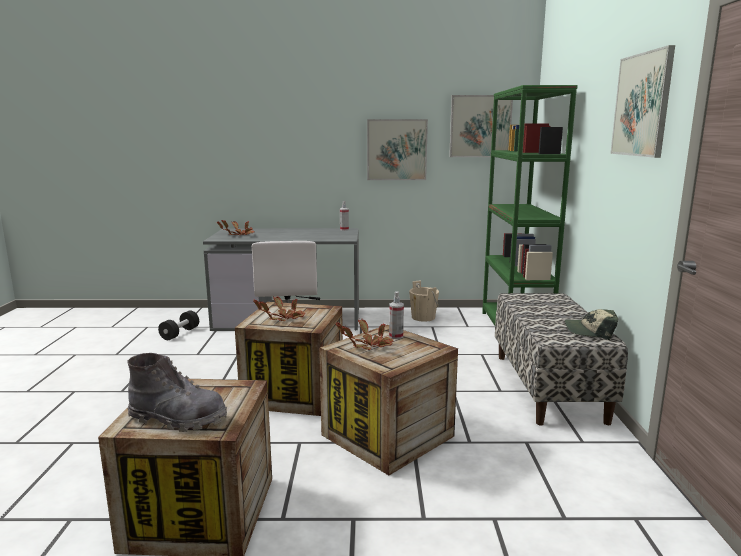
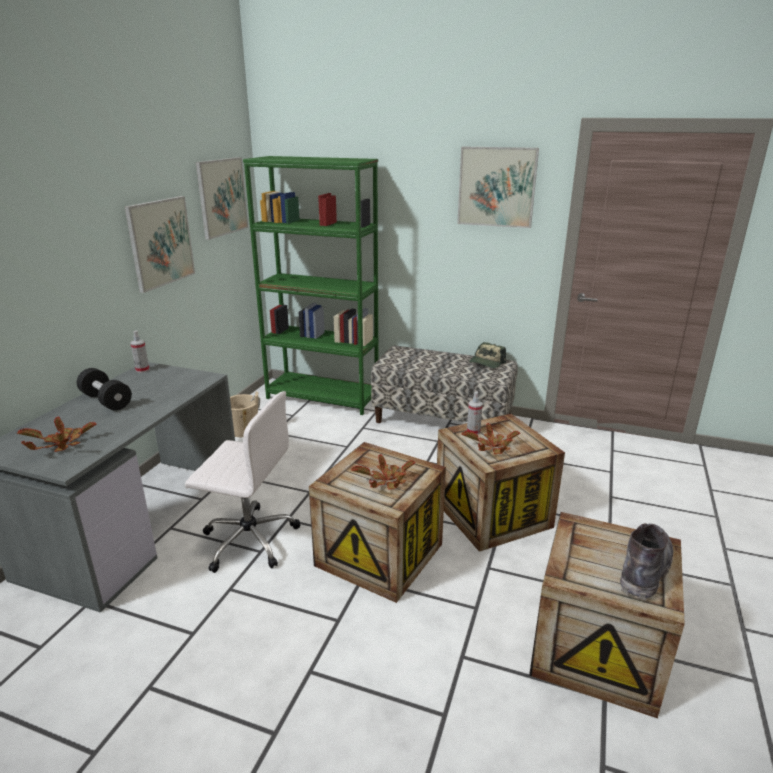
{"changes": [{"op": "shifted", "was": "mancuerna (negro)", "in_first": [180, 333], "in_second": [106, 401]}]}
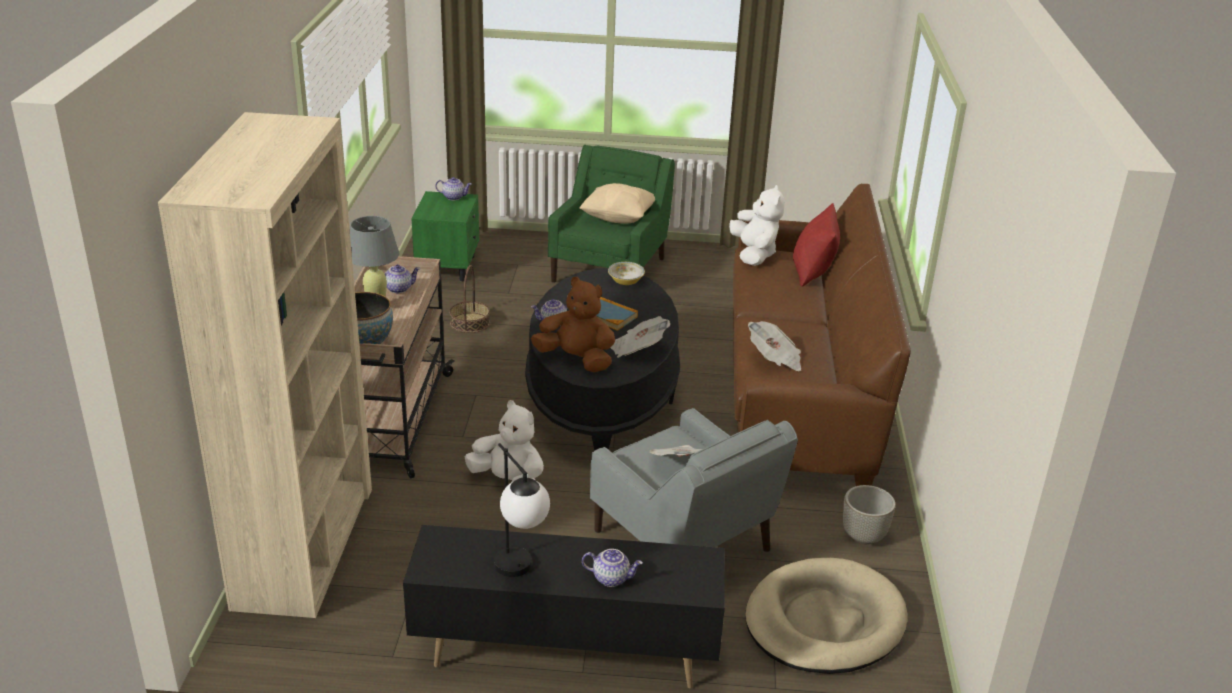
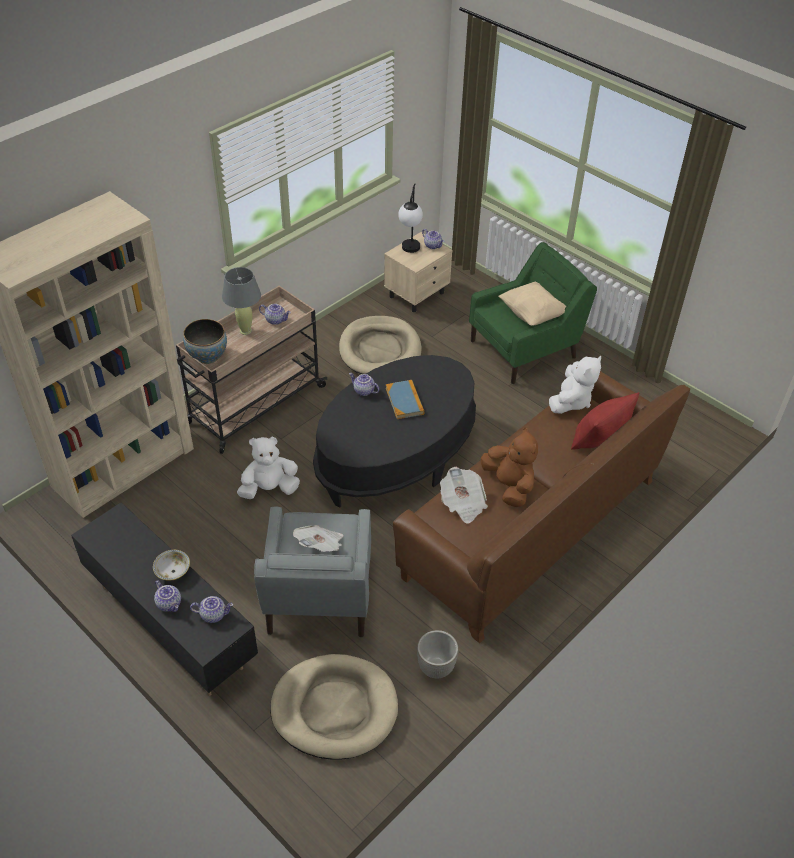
{"changes": [{"op": "repainted", "was": "mesita de noche (verde)", "now": "mesita de noche (beis)", "in_first": [448, 266], "in_second": [417, 294]}, {"op": "shifted", "was": "cuenco", "in_first": [625, 281], "in_second": [173, 572]}, {"op": "swapped", "was": "cesta", "now": "cama para perro (beis)", "in_first": [470, 323], "in_second": [380, 350]}, {"op": "shifted", "was": "peluche (marrón)", "in_first": [576, 360], "in_second": [509, 486]}, {"op": "gone", "was": "periódico", "in_first": [637, 350]}, {"op": "rotated", "was": "peluche (blanco)", "in_first": [509, 483], "in_second": [269, 489], "clockwise": -90}, {"op": "shifted", "was": "lámpara de mesa", "in_first": [520, 573], "in_second": [410, 251]}, {"op": "new", "now": "tetera", "in_second": [213, 614]}]}
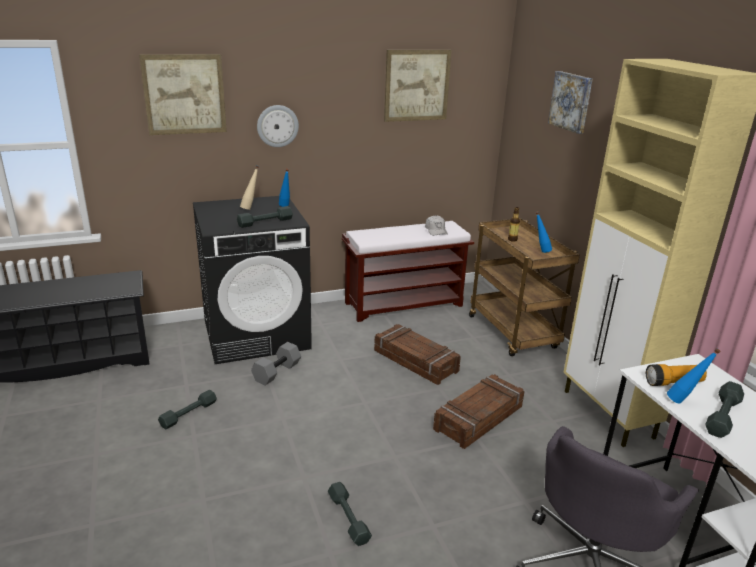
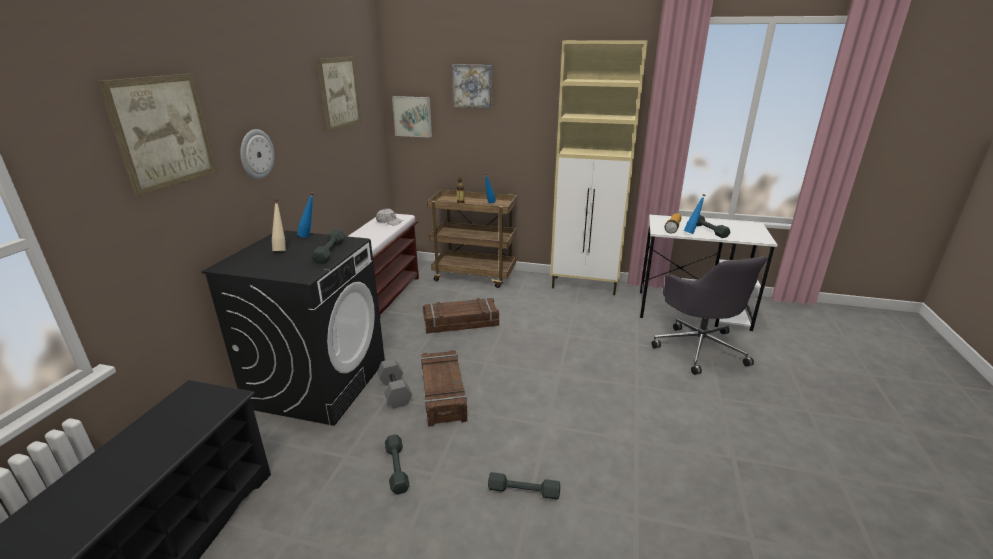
{"changes": [{"op": "shifted", "was": "caja de embalaje", "in_first": [478, 418], "in_second": [442, 393]}, {"op": "shifted", "was": "mancuerna (gris)", "in_first": [348, 518], "in_second": [523, 491]}, {"op": "new", "now": "cuadro", "in_second": [413, 116]}]}
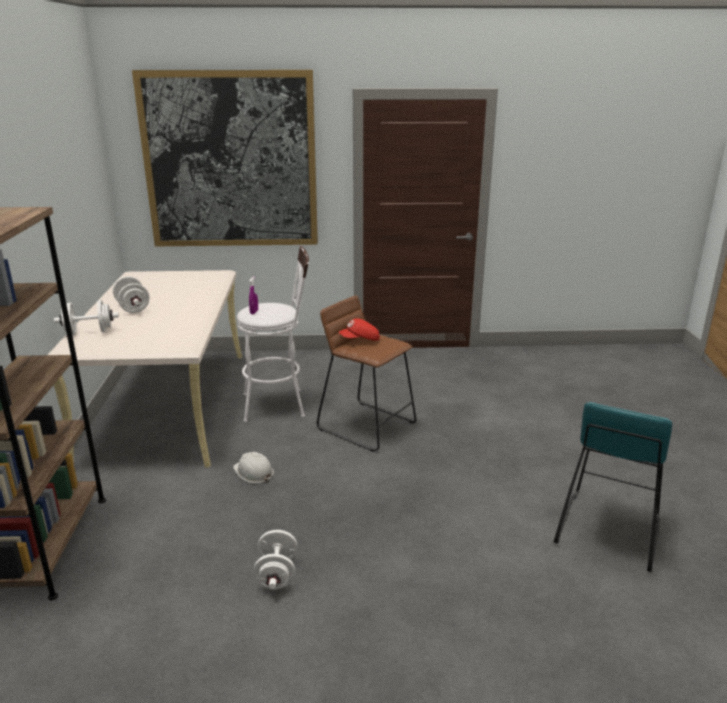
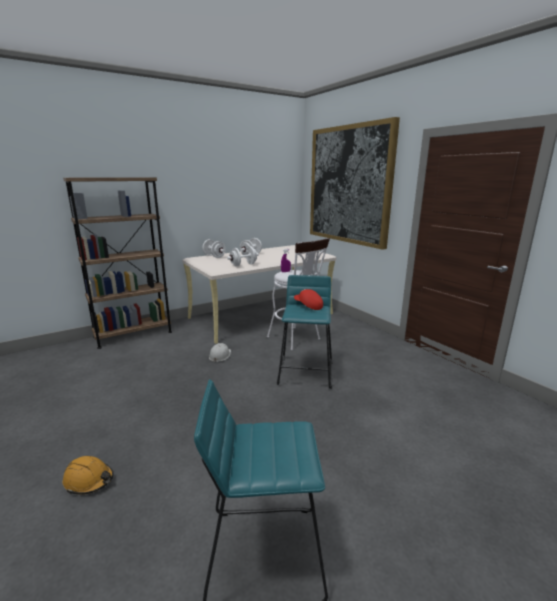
{"changes": [{"op": "repainted", "was": "taburete (marrón)", "now": "taburete (turquesa)", "in_first": [367, 425], "in_second": [306, 372]}, {"op": "shifted", "was": "mancuerna (blanco)", "in_first": [277, 574], "in_second": [243, 265]}, {"op": "new", "now": "casco (naranja)", "in_second": [89, 480]}]}
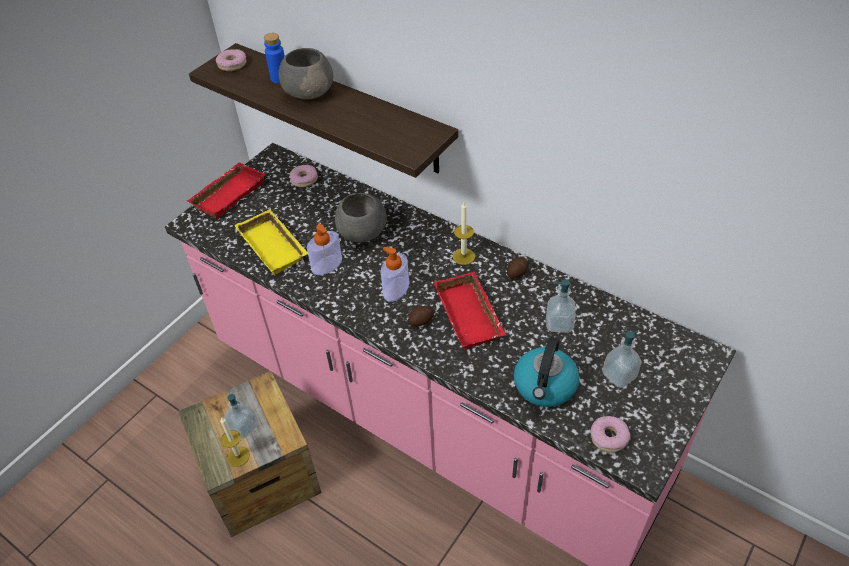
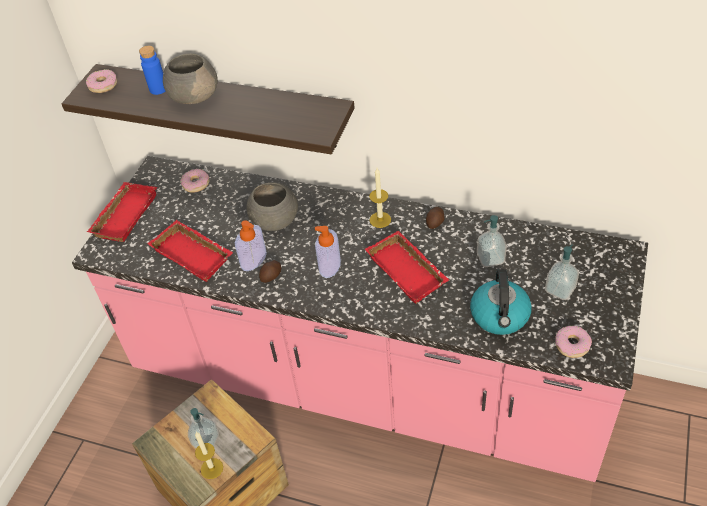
{"changes": [{"op": "repainted", "was": "bandeja (amarillo)", "now": "bandeja (rojo)", "in_first": [275, 246], "in_second": [194, 254]}, {"op": "shifted", "was": "patata", "in_first": [422, 321], "in_second": [272, 276]}]}
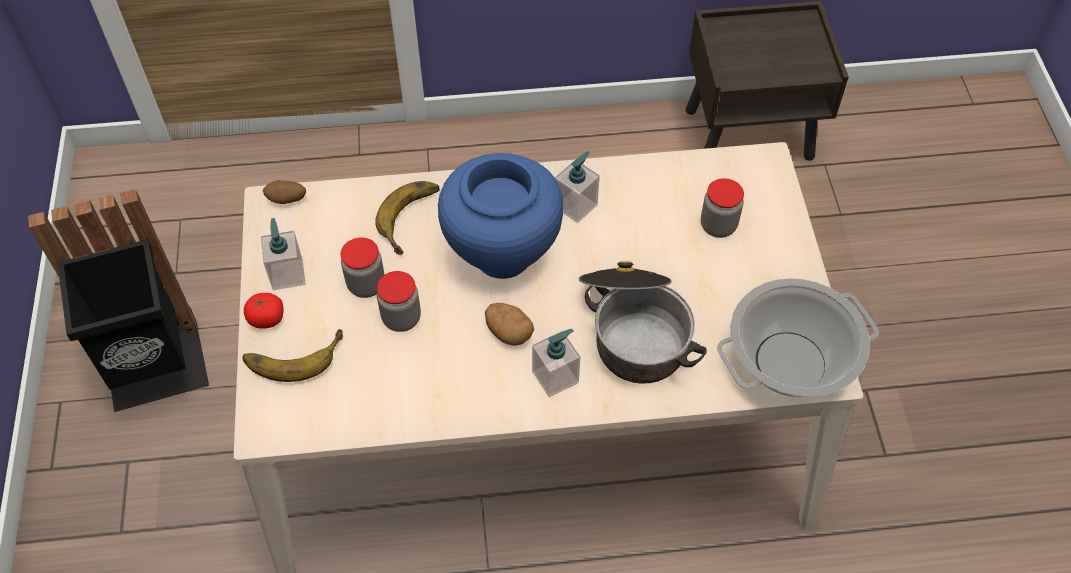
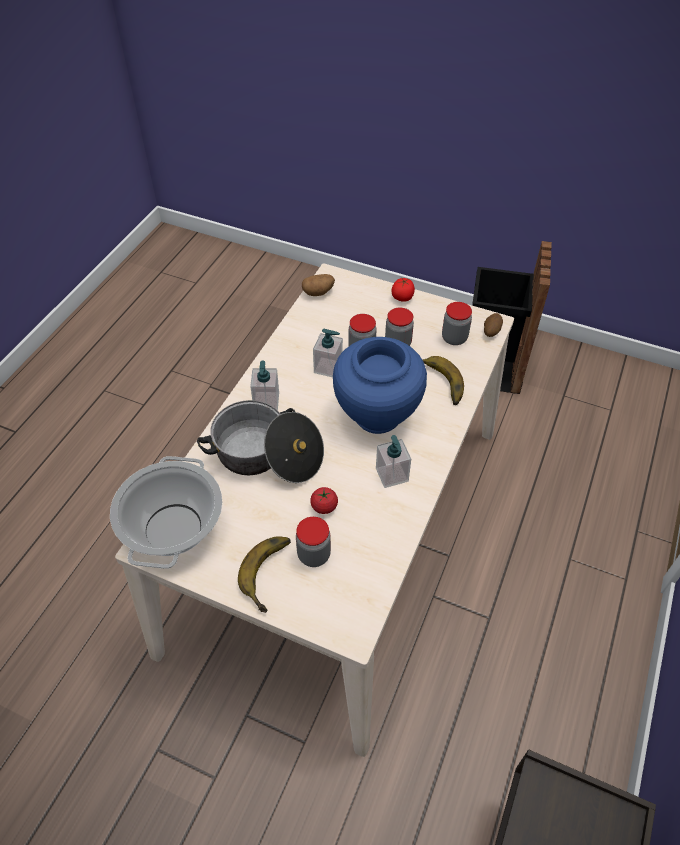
{"changes": [{"op": "shifted", "was": "dispensador de jabón", "in_first": [287, 274], "in_second": [328, 367]}, {"op": "shifted", "was": "patata", "in_first": [509, 332], "in_second": [318, 292]}, {"op": "shifted", "was": "plátano", "in_first": [293, 353], "in_second": [272, 574]}, {"op": "new", "now": "tarro", "in_second": [454, 338]}, {"op": "new", "now": "tomate", "in_second": [324, 506]}]}
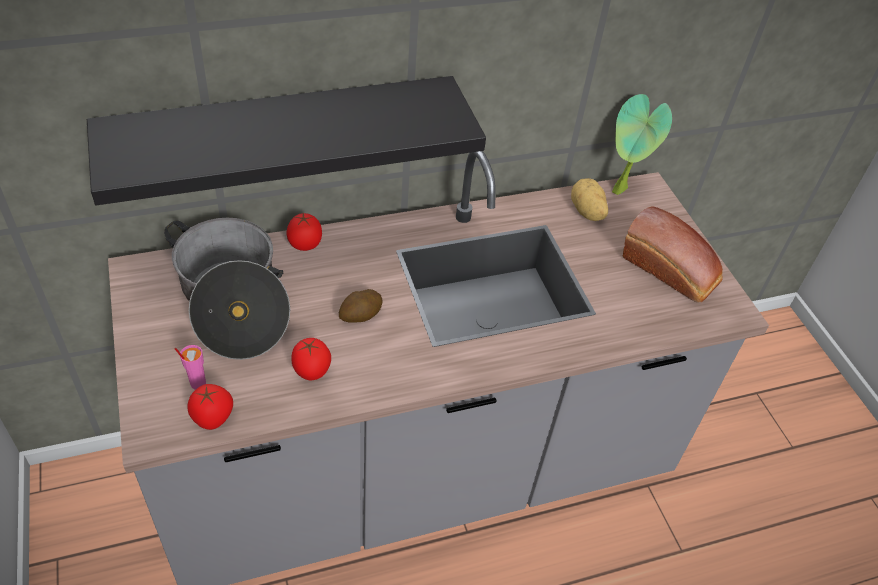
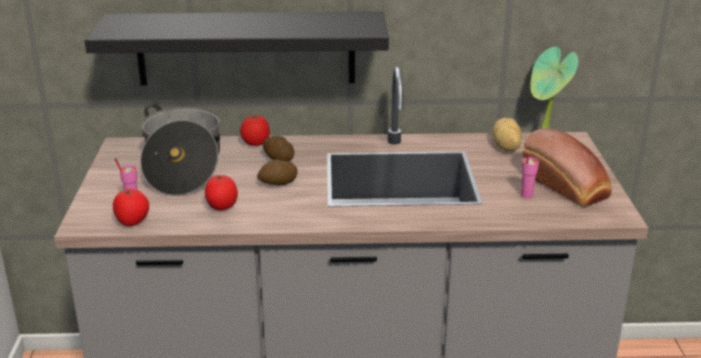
{"changes": [{"op": "new", "now": "patata", "in_second": [278, 159]}, {"op": "new", "now": "taza (rosa)", "in_second": [526, 195]}]}
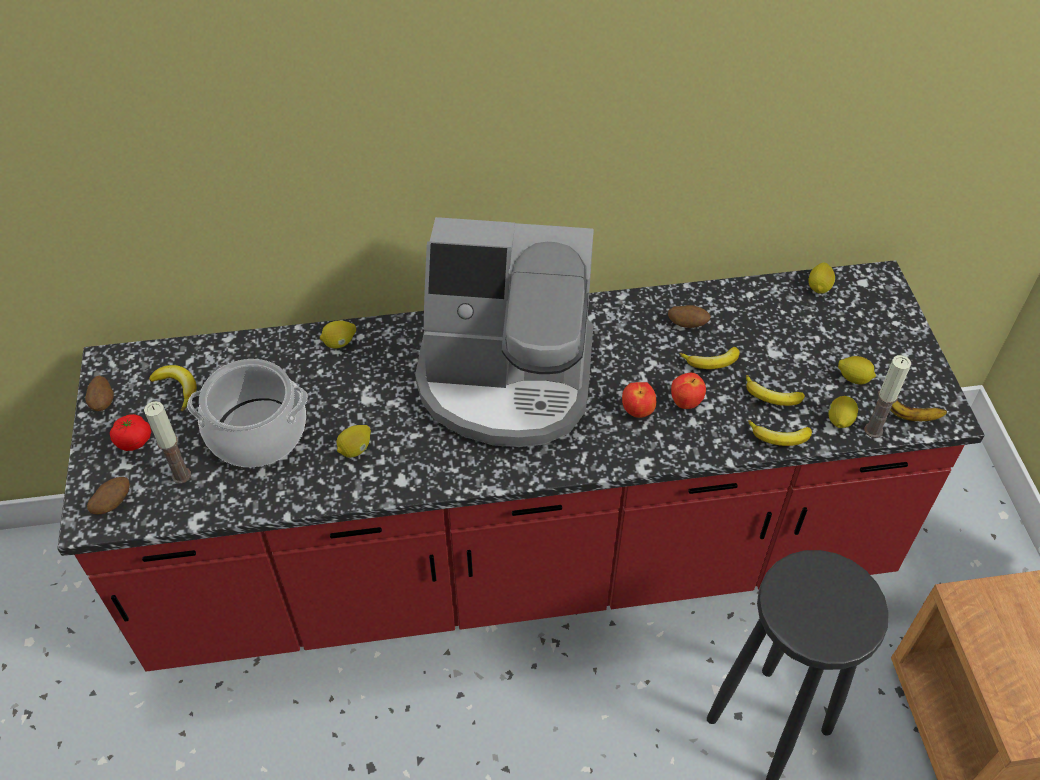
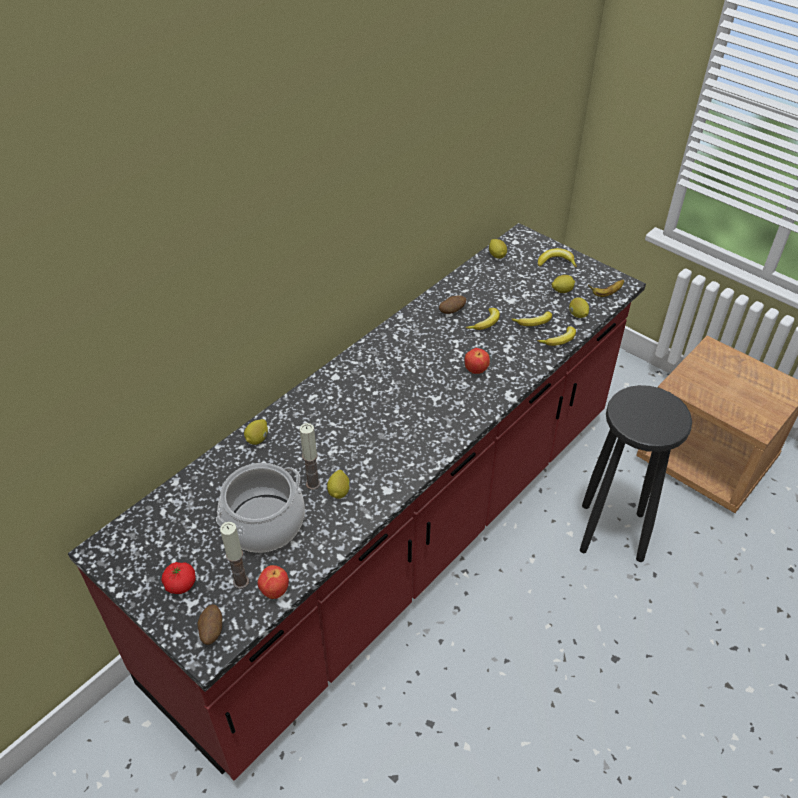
{"changes": [{"op": "gone", "was": "cafetera", "in_first": [506, 380]}, {"op": "shifted", "was": "vela", "in_first": [873, 430], "in_second": [313, 484]}, {"op": "shifted", "was": "plátano", "in_first": [177, 388], "in_second": [556, 262]}, {"op": "shifted", "was": "manzana", "in_first": [686, 402], "in_second": [275, 591]}, {"op": "gone", "was": "patata", "in_first": [103, 402]}]}
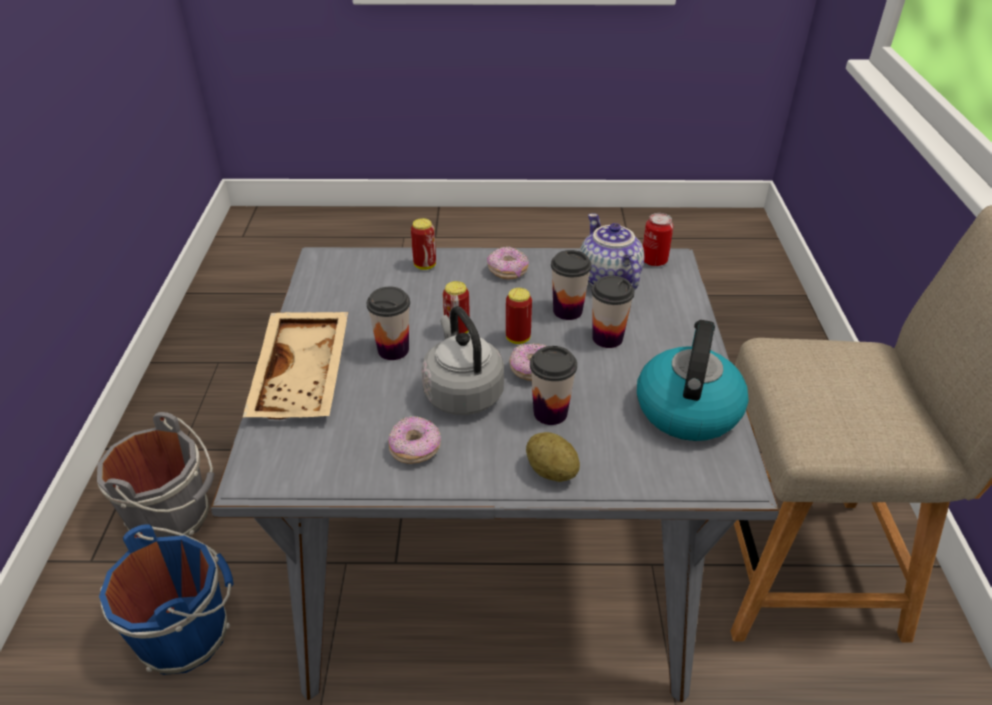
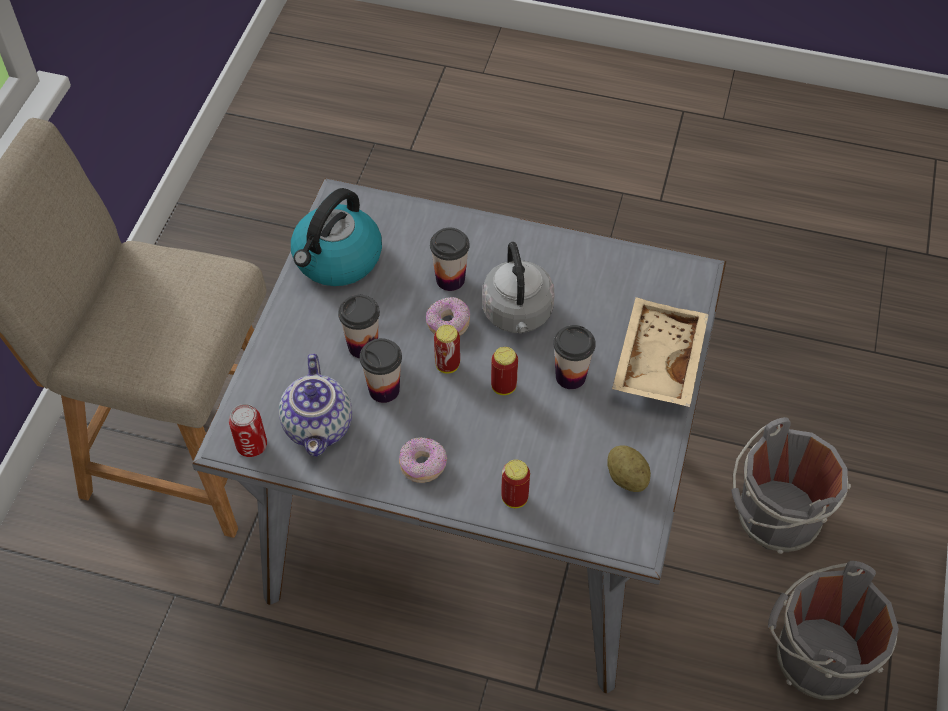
{"changes": [{"op": "gone", "was": "rosquilla", "in_first": [415, 449]}, {"op": "shifted", "was": "patata", "in_first": [551, 471], "in_second": [626, 477]}, {"op": "repainted", "was": "cubo (azul)", "now": "cubo (gris)", "in_first": [188, 632], "in_second": [775, 518]}]}
